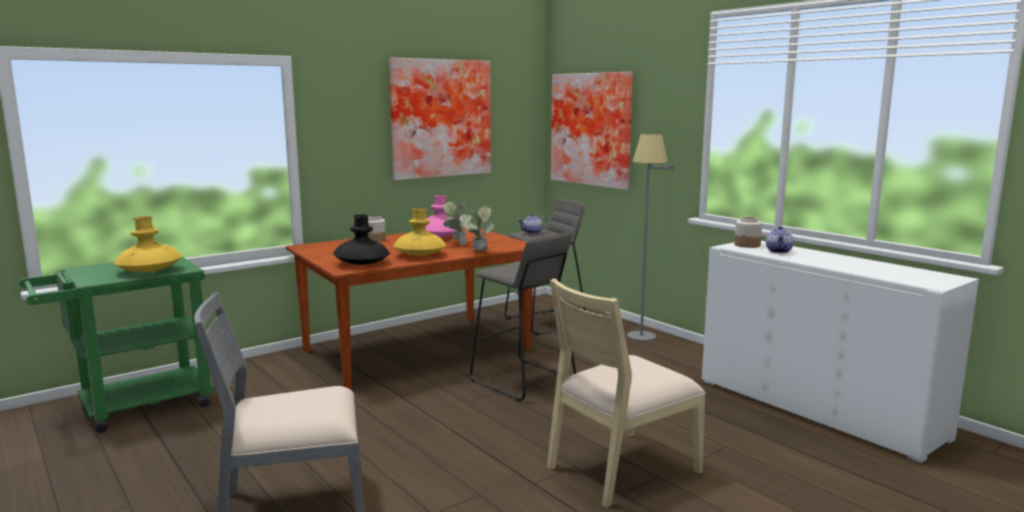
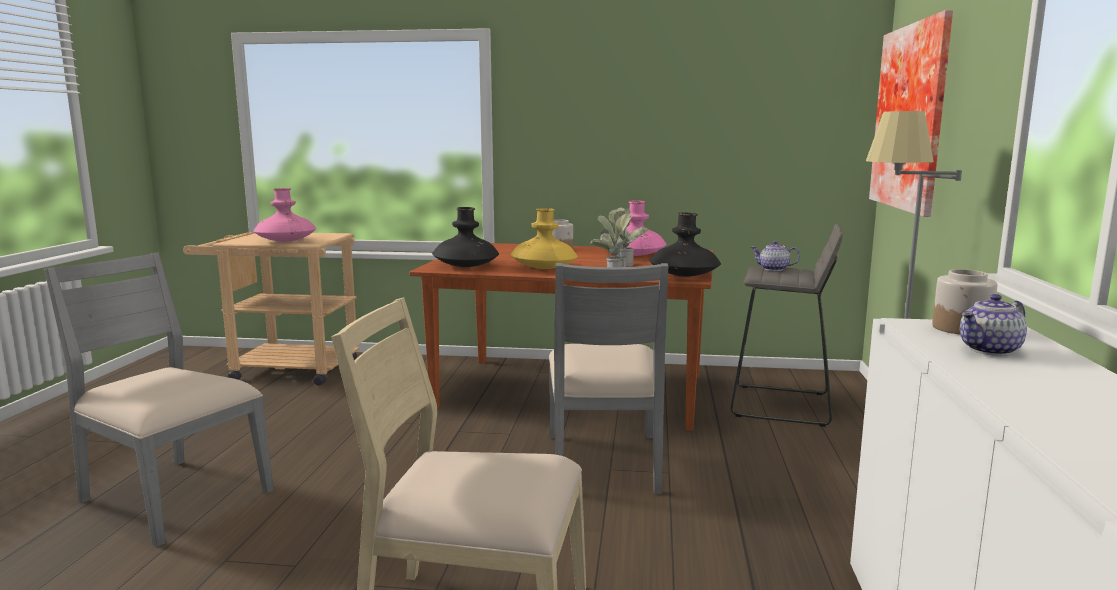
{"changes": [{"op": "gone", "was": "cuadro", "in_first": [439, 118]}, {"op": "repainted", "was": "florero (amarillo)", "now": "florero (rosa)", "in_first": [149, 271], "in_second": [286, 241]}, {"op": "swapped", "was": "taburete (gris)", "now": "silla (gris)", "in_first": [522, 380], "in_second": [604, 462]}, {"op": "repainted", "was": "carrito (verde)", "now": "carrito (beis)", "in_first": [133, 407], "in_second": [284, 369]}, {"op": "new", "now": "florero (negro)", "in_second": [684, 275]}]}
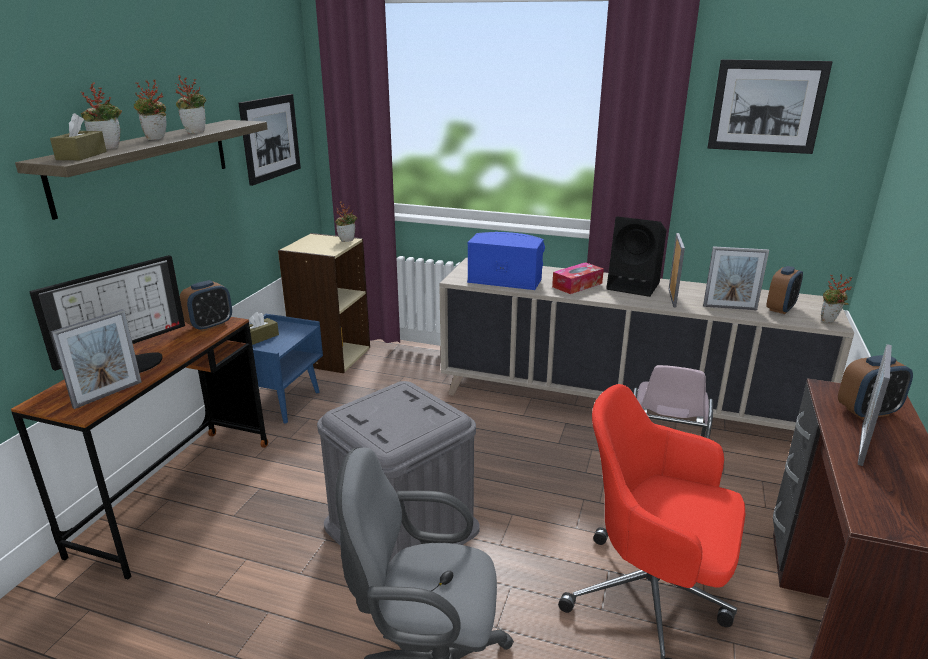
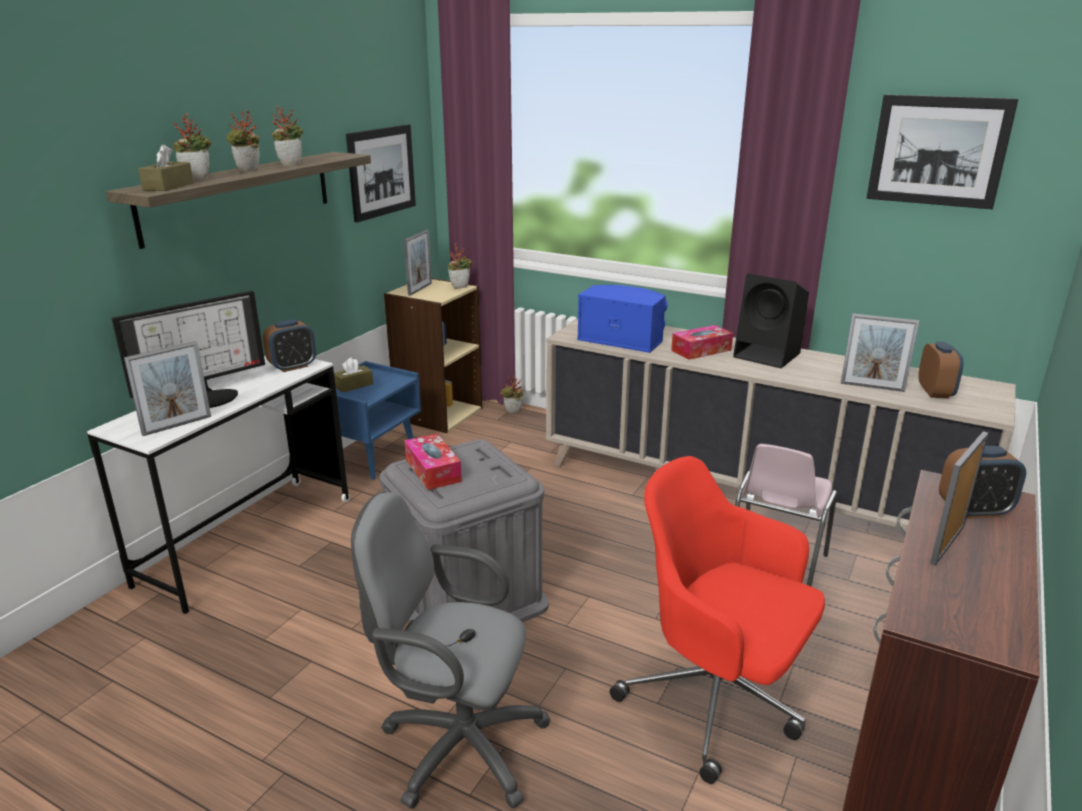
{"changes": [{"op": "shifted", "was": "portarretratos", "in_first": [672, 297], "in_second": [420, 289]}, {"op": "rotated", "was": "despertador", "in_first": [780, 309], "in_second": [935, 392], "clockwise": -45}, {"op": "shifted", "was": "planta en maceta", "in_first": [829, 322], "in_second": [512, 412]}, {"op": "repainted", "was": "escritorio (marrón)", "now": "escritorio (blanco)", "in_first": [176, 495], "in_second": [248, 540]}, {"op": "new", "now": "caja de pañuelos", "in_second": [433, 470]}]}
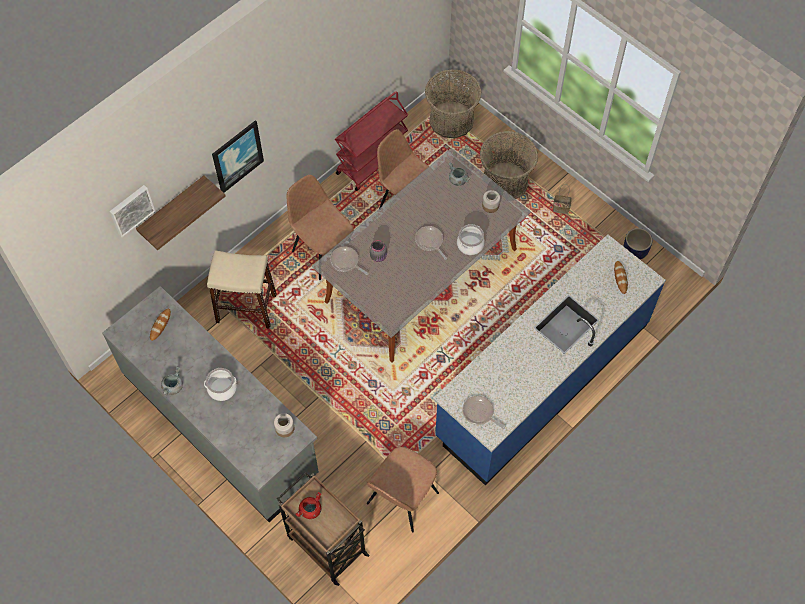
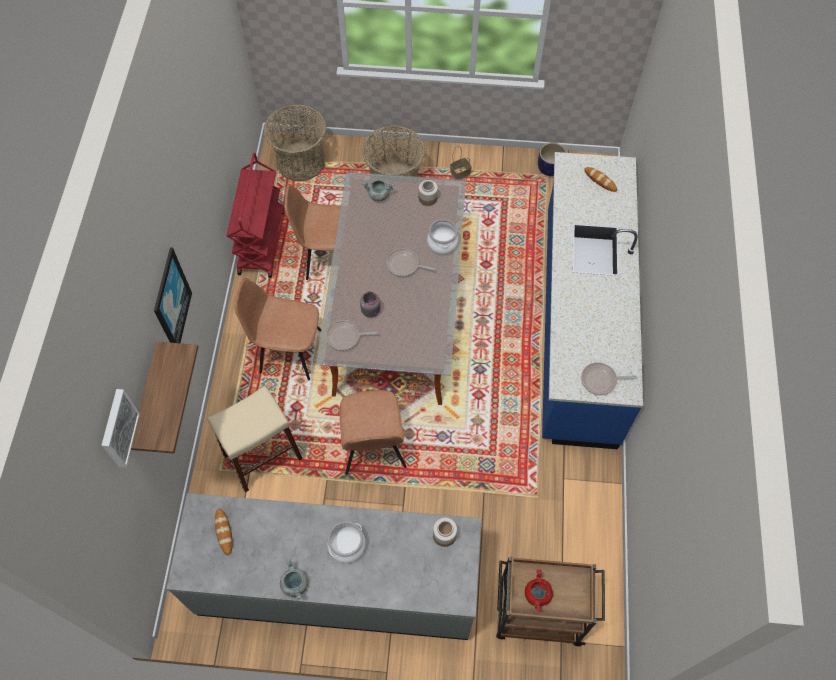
{"changes": [{"op": "shifted", "was": "silla (marrón)", "in_first": [401, 499], "in_second": [373, 448]}]}
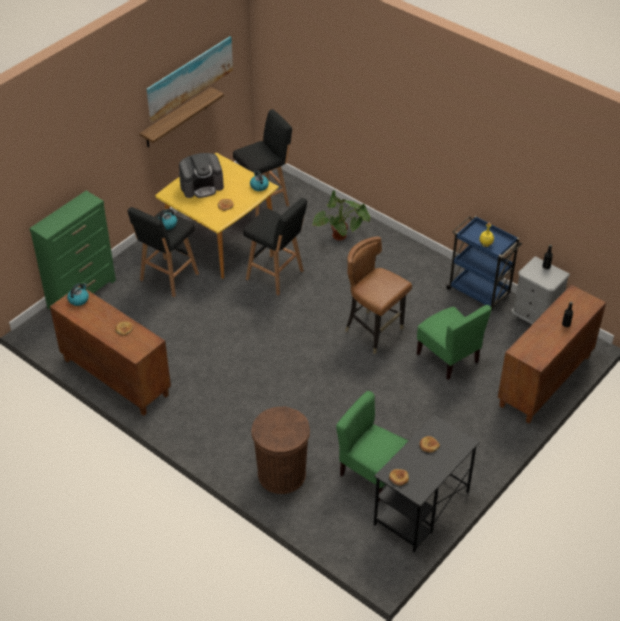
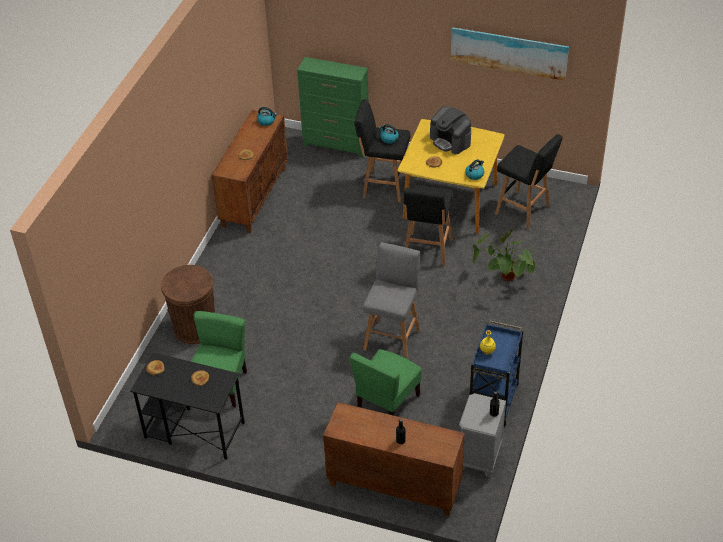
{"changes": [{"op": "gone", "was": "estante", "in_first": [176, 118]}, {"op": "swapped", "was": "silla (marrón)", "now": "taburete (gris)", "in_first": [374, 331], "in_second": [392, 338]}]}
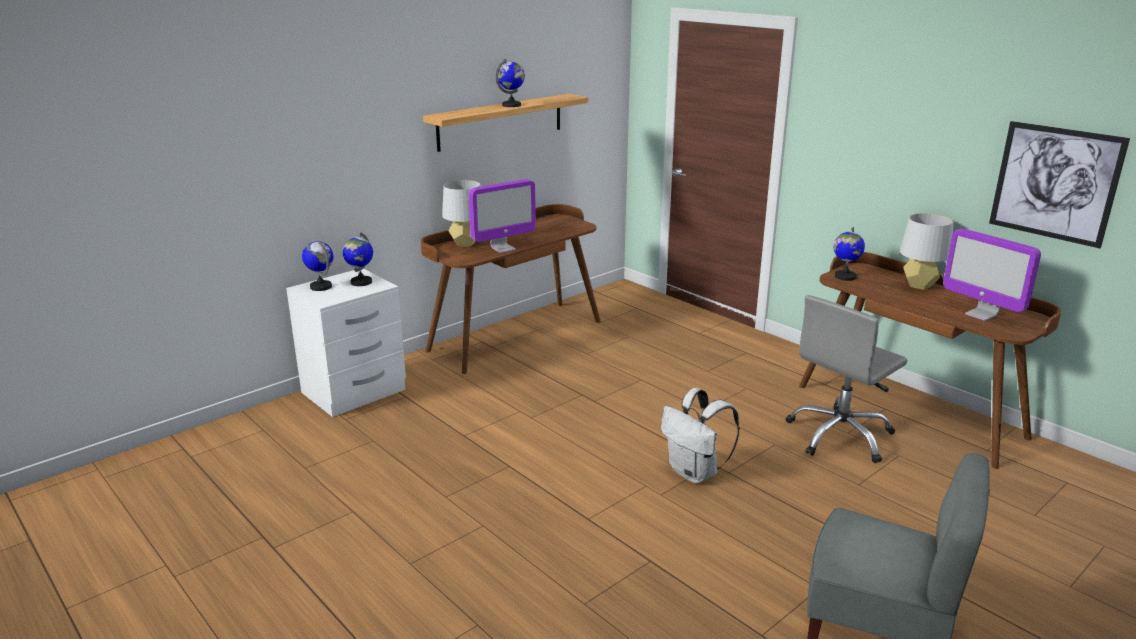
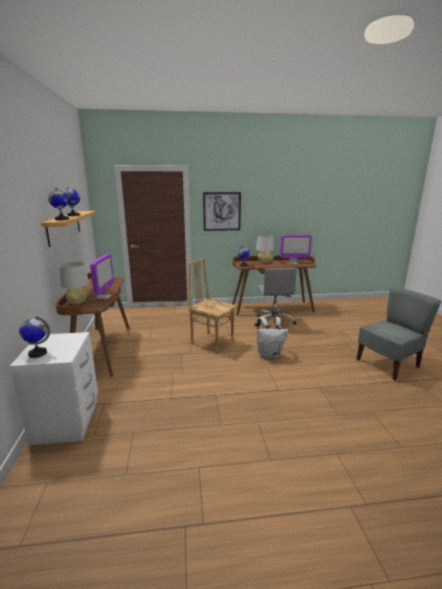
{"changes": [{"op": "shifted", "was": "cuadro", "in_first": [1055, 183], "in_second": [222, 211]}, {"op": "shifted", "was": "globo terráqueo", "in_first": [361, 282], "in_second": [61, 219]}, {"op": "new", "now": "silla (marrón)", "in_second": [212, 342]}]}
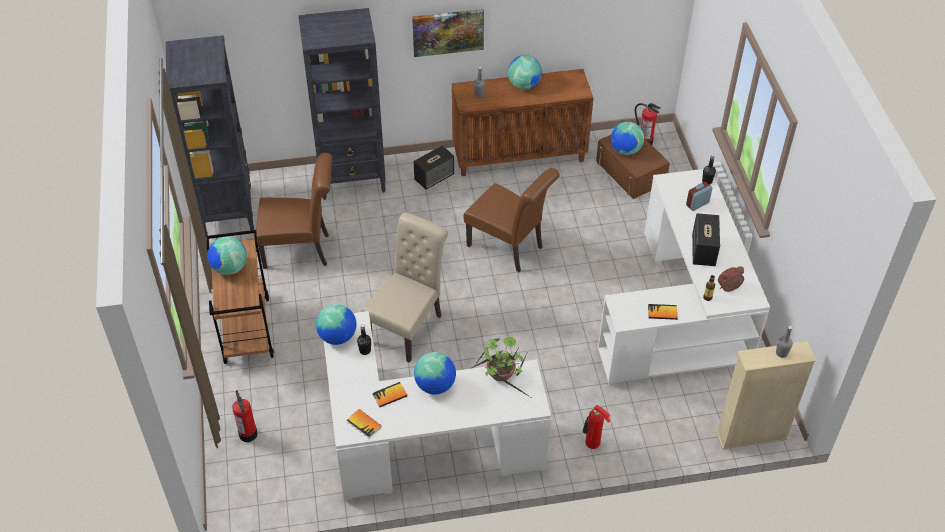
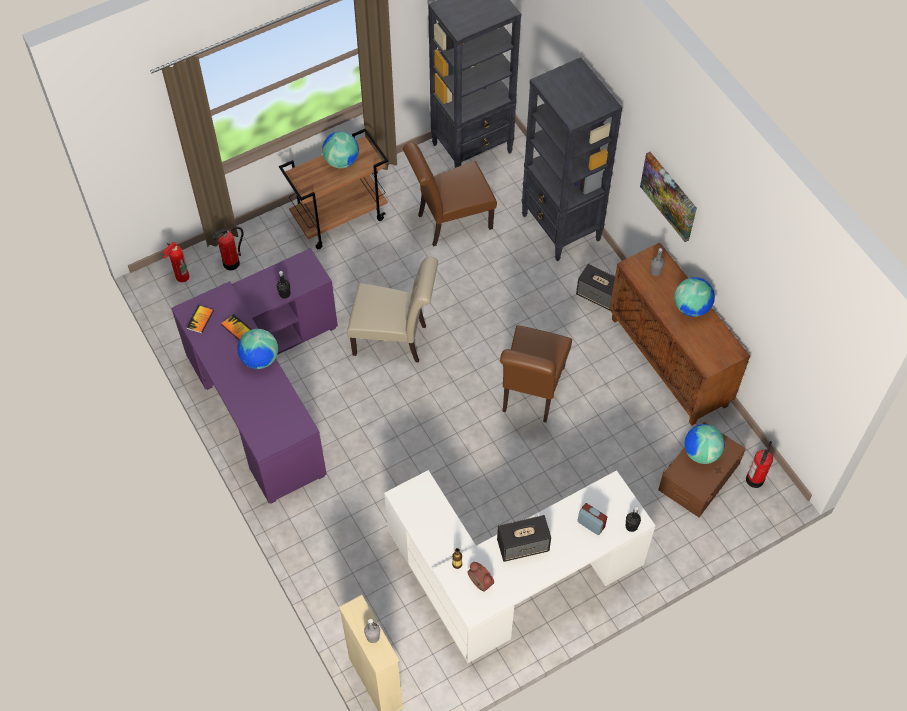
{"changes": [{"op": "rotated", "was": "silla (marrón)", "in_first": [301, 250], "in_second": [450, 222], "clockwise": 90}, {"op": "gone", "was": "globo terráqueo", "in_first": [338, 337]}, {"op": "gone", "was": "libro", "in_first": [662, 312]}, {"op": "repainted", "was": "escritorio (blanco)", "now": "escritorio (morado)", "in_first": [417, 444], "in_second": [264, 392]}, {"op": "gone", "was": "planta en maceta", "in_first": [502, 376]}, {"op": "shifted", "was": "extintor", "in_first": [592, 444], "in_second": [180, 277]}]}
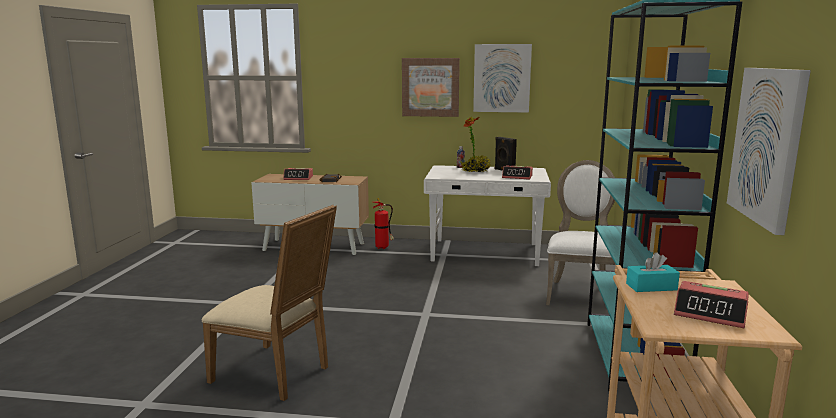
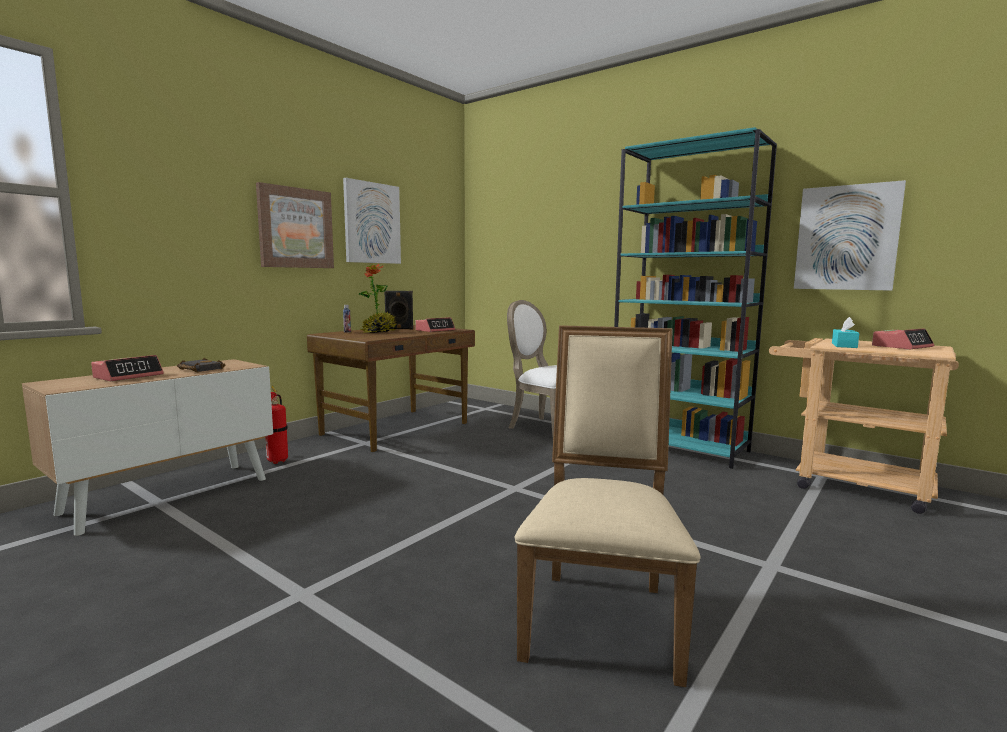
{"changes": [{"op": "repainted", "was": "escritorio (blanco)", "now": "escritorio (marrón)", "in_first": [485, 253], "in_second": [397, 429]}, {"op": "rotated", "was": "silla (beis)", "in_first": [277, 374], "in_second": [602, 615], "clockwise": -45}]}
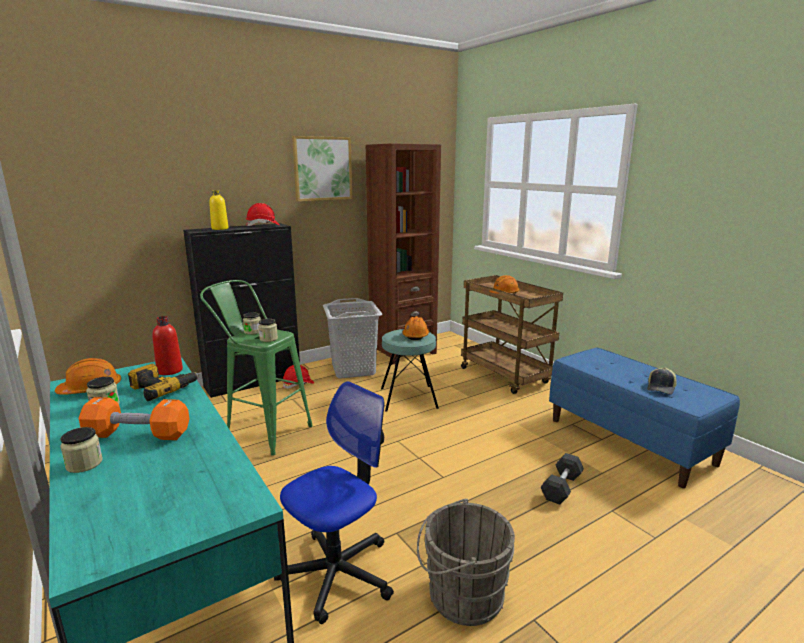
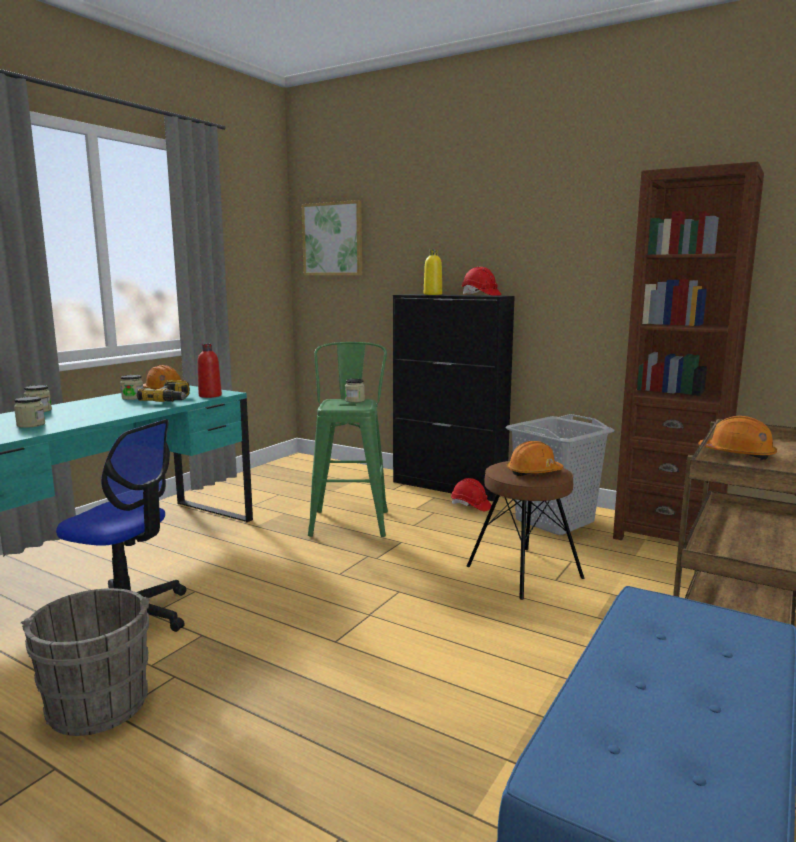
{"changes": [{"op": "shifted", "was": "cuadro", "in_first": [322, 168], "in_second": [333, 239]}, {"op": "shifted", "was": "tarro", "in_first": [268, 339], "in_second": [31, 425]}, {"op": "repainted", "was": "taburete (turquesa)", "now": "taburete (marrón)", "in_first": [408, 398], "in_second": [524, 572]}, {"op": "gone", "was": "gorra", "in_first": [661, 388]}, {"op": "gone", "was": "mancuerna (naranja)", "in_first": [138, 434]}, {"op": "gone", "was": "mancuerna (gris)", "in_first": [561, 487]}]}
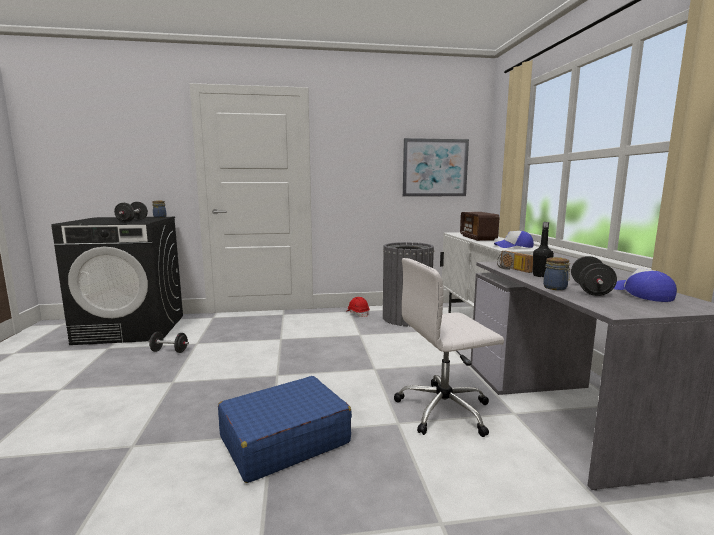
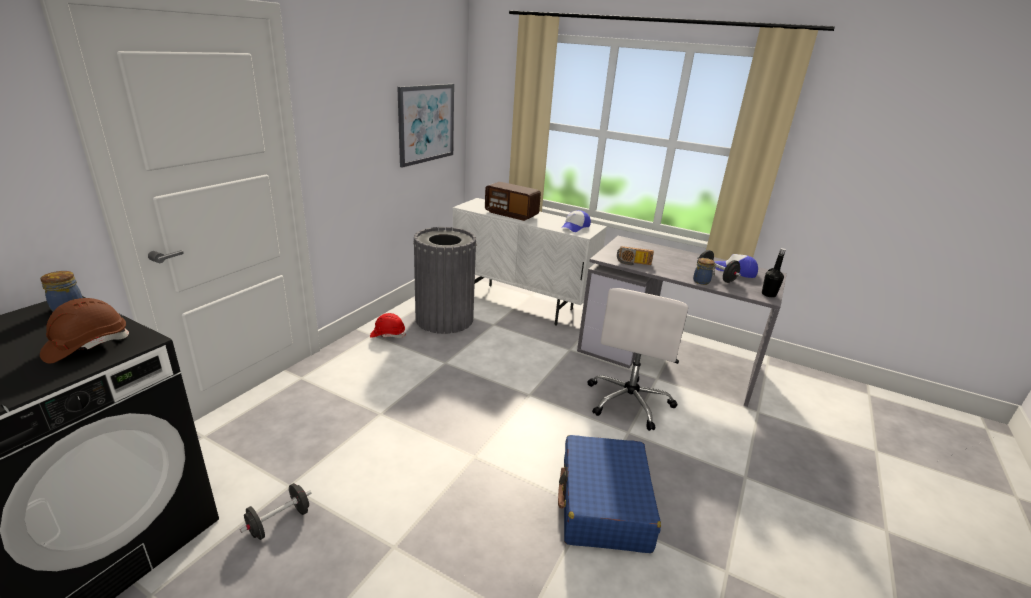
{"changes": [{"op": "swapped", "was": "mancuerna (negro)", "now": "casco (marrón)", "in_first": [132, 221], "in_second": [87, 345]}, {"op": "shifted", "was": "botella (negro)", "in_first": [541, 275], "in_second": [768, 294]}]}
